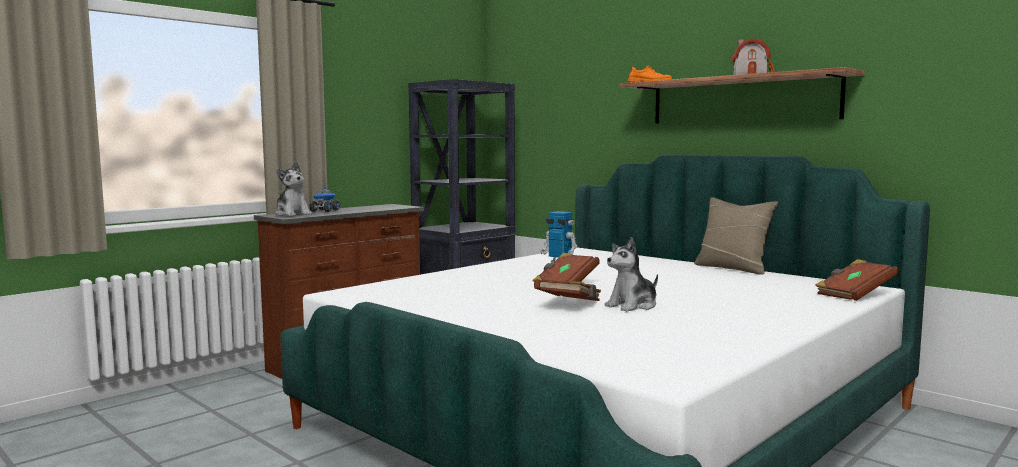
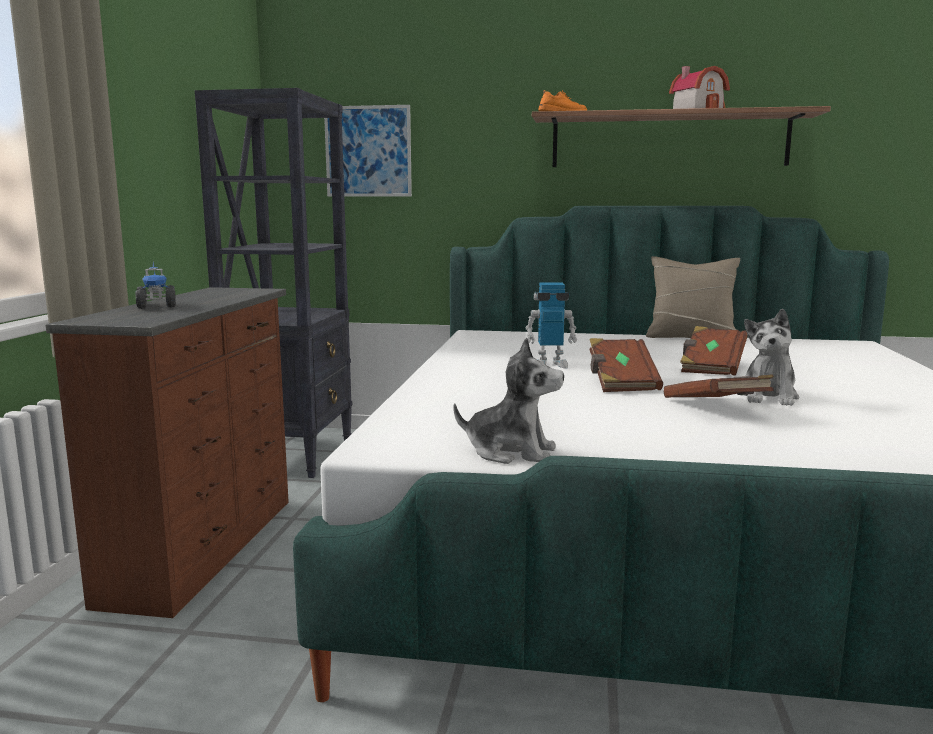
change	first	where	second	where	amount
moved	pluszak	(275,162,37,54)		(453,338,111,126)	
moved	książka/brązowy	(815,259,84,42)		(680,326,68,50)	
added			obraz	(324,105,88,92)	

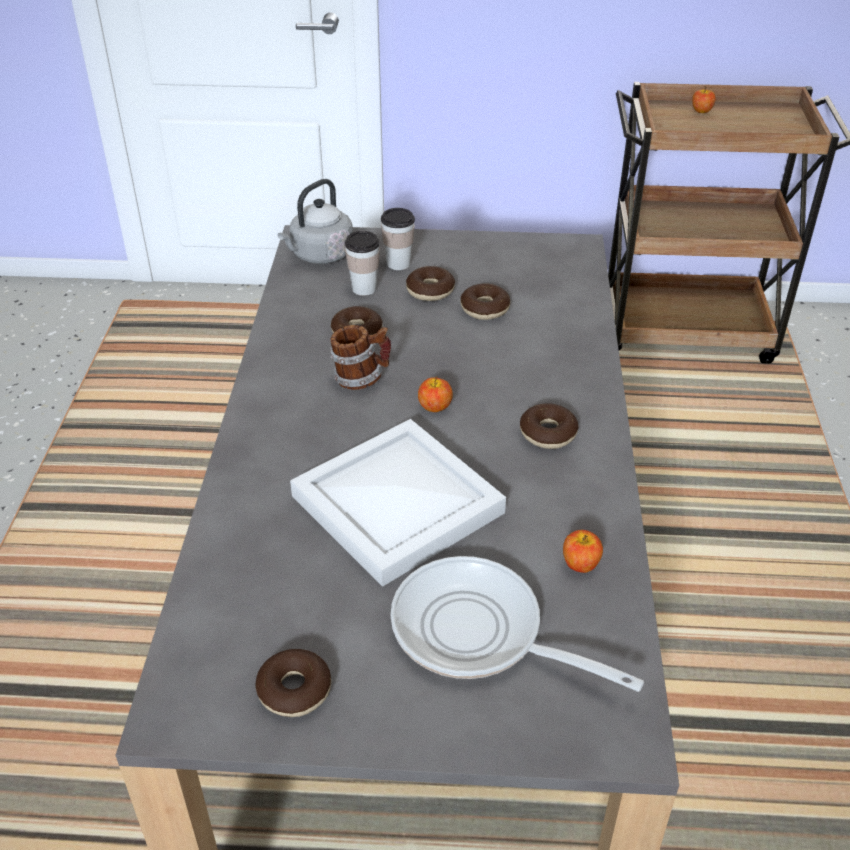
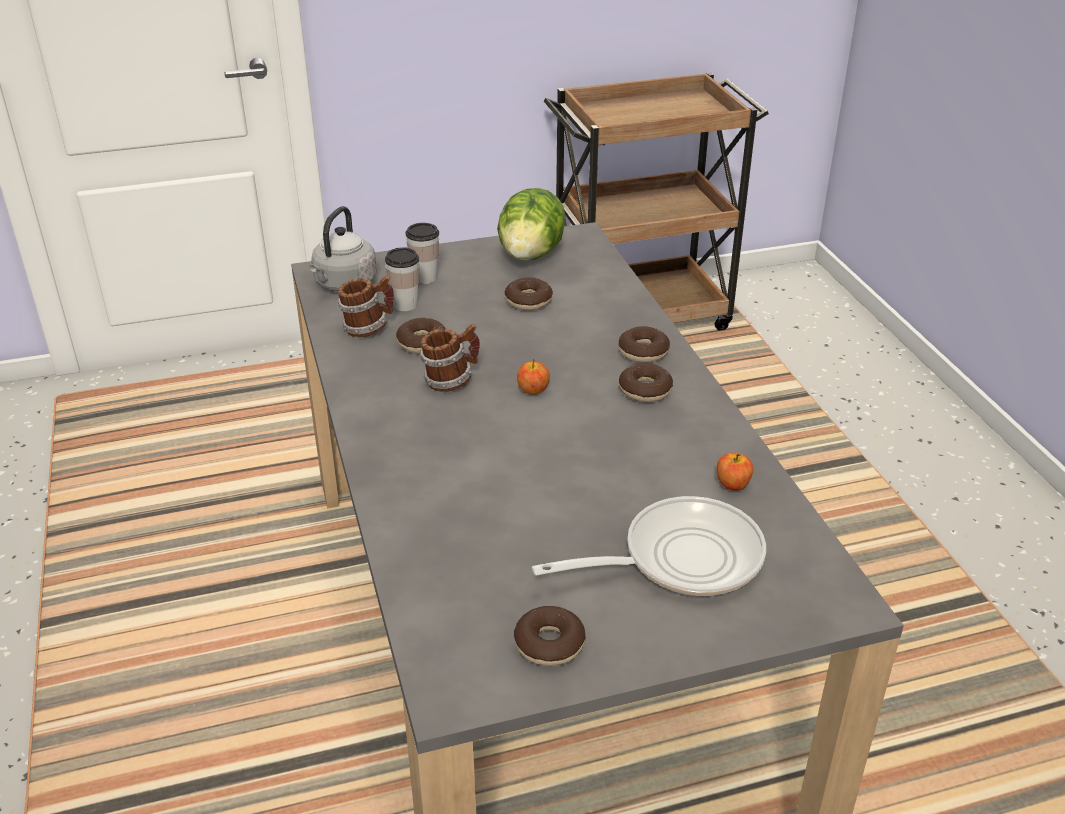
change	first	where	second	where	amount
removed	taca/biały	(290,419,216,168)			
turned	patelnia	(391,556,253,136)		(532,496,234,100)	150 degrees clockwise
moved	donut	(406,266,49,35)		(618,326,52,37)	
removed	jabłko	(692,86,24,27)			
added			kubek	(338,276,56,61)	
added			sałata	(497,188,68,73)	

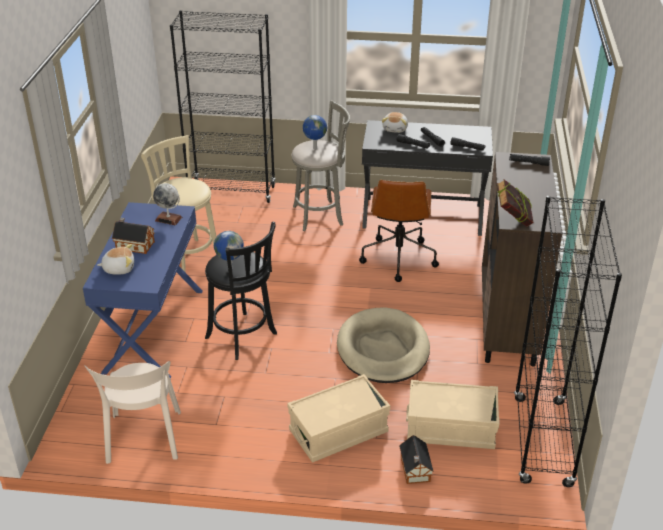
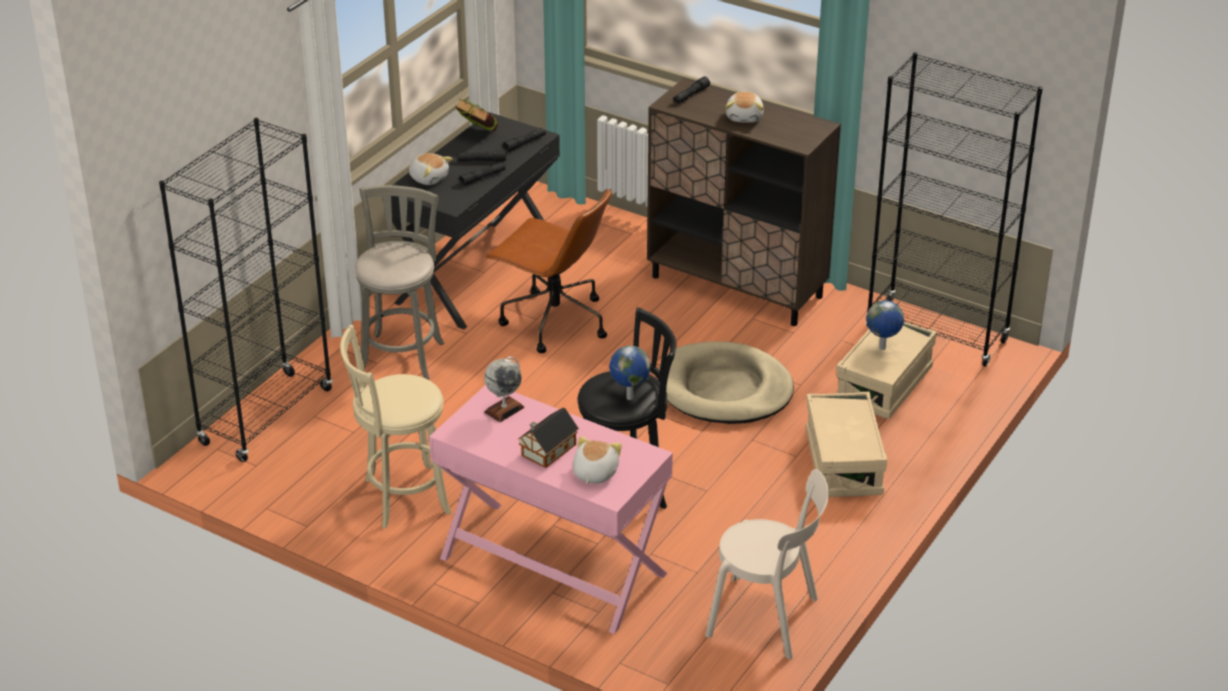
change	first	where	second	where	amount
recoloured	biurko/niebieski	(83,202,120,177)	biurko/różowy	(429,385,244,249)	
moved	globus	(303,115,24,34)		(866,300,38,50)	
removed	domek	(399,435,35,49)			
moved	książka	(497,179,37,47)		(455,98,43,34)	
added			pluszak	(726,92,38,31)	

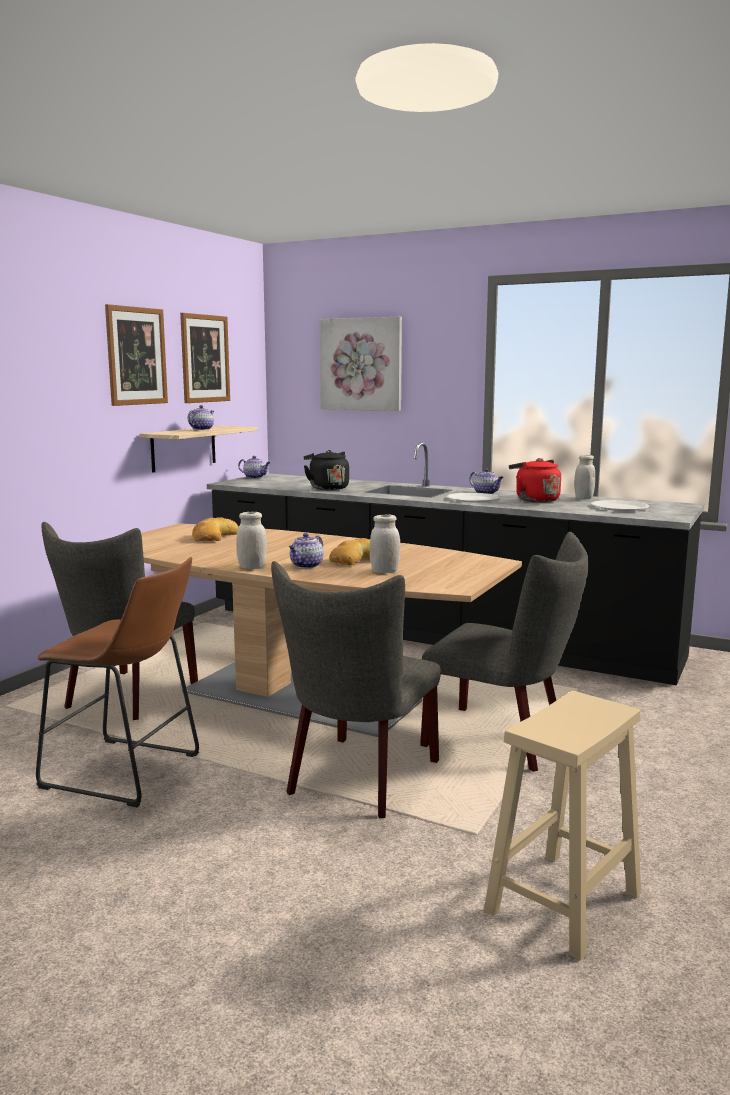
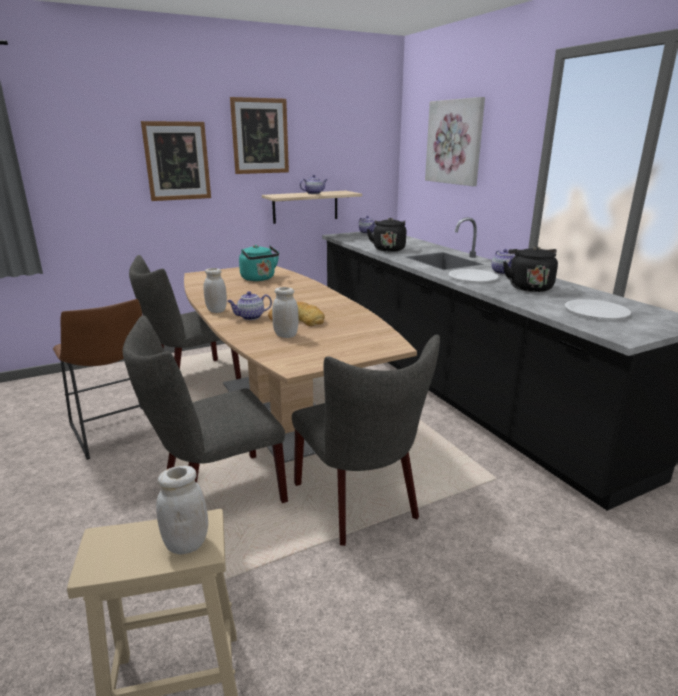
change	first	where	second	where	amount
moved	obraz	(180,313,50,90)		(141,121,70,80)	
replaced	chleb	(192,517,46,24)	czajnik/turkusowy	(239,245,40,36)	
recoloured	czajnik/czerwony	(509,458,52,45)	czajnik/czarny	(503,246,55,46)	
moved	słoik/biały	(574,455,21,44)		(156,466,52,89)	

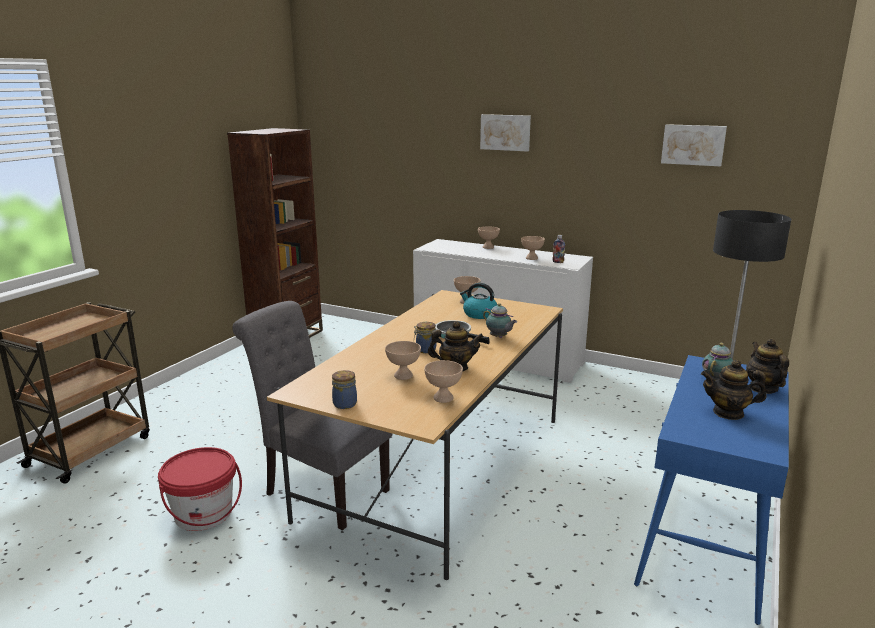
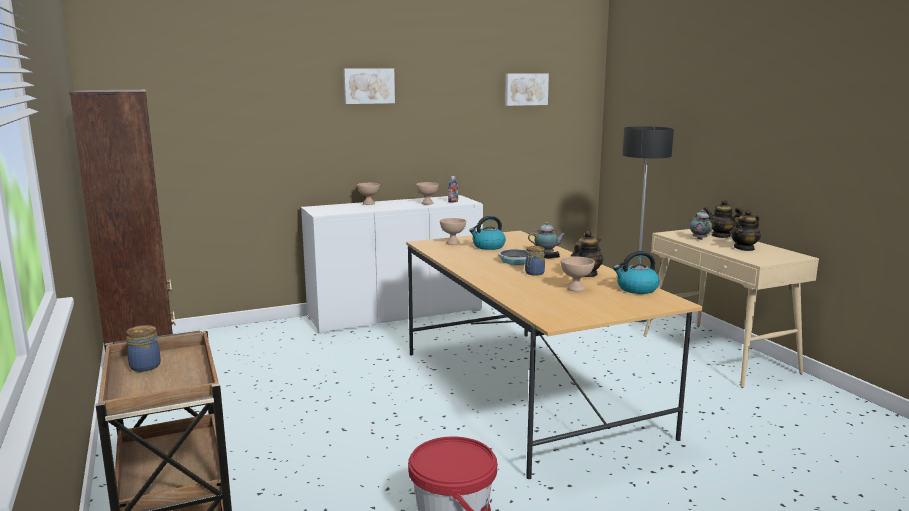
change	first	where	second	where	amount
removed	krzesło/szary	(232,301,160,229)			
moved	słoik	(332,370,25,39)		(126,325,35,47)	
replaced	miska/beżowy	(424,360,39,43)	czajnik	(613,251,47,43)	
recoloured	stolik konsolowy/niebieski	(634,355,155,270)	stolik konsolowy/beżowy	(643,229,176,159)	

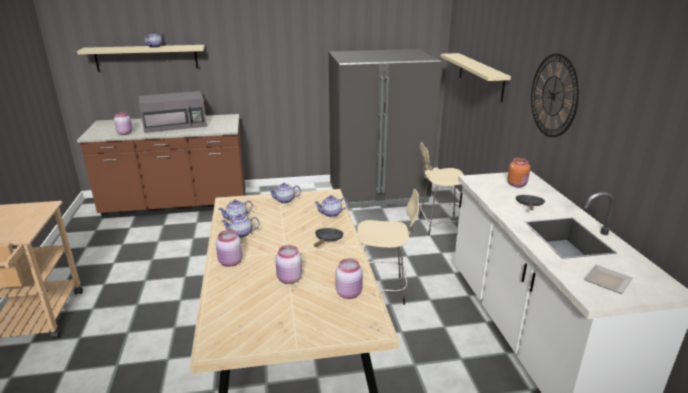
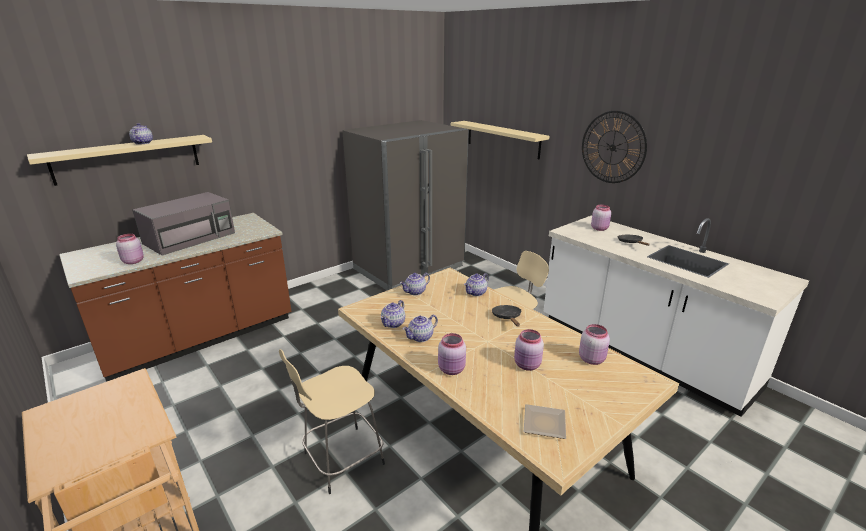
change	first	where	second	where	amount
moved	stołek/beżowy	(420,142,44,93)		(279,349,106,145)	
recoloured	słoik/pomarańczowy	(507,158,23,29)	słoik/różowy	(591,205,20,26)	
moved	talerz	(584,265,49,29)		(524,404,42,35)	

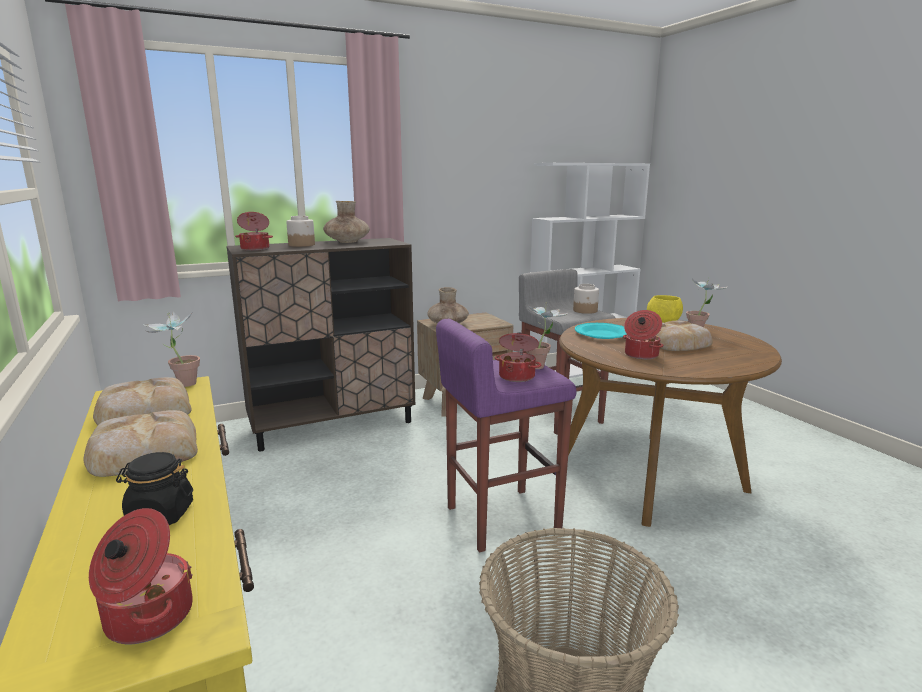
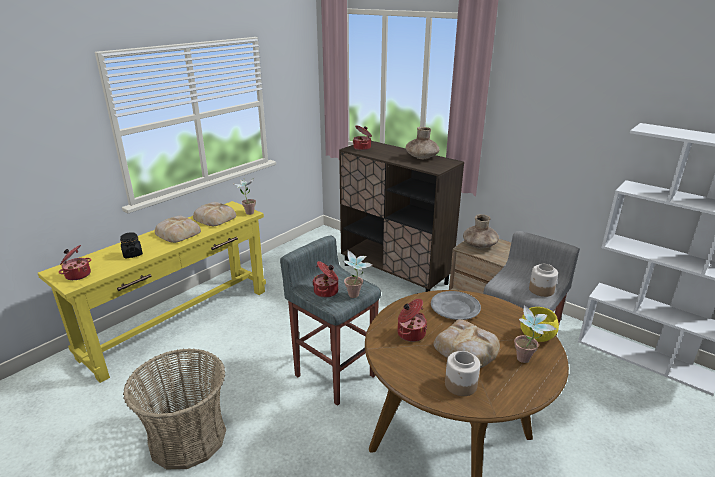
change	first	where	second	where	amount
moved	słoik	(286,216,29,31)		(445,351,35,45)	
recoloured	stołek/fioletowy	(436,319,141,234)	stołek/szary	(280,236,101,170)	
recoloured	talerz/turkusowy	(575,323,52,16)	talerz/szary	(431,291,50,29)	

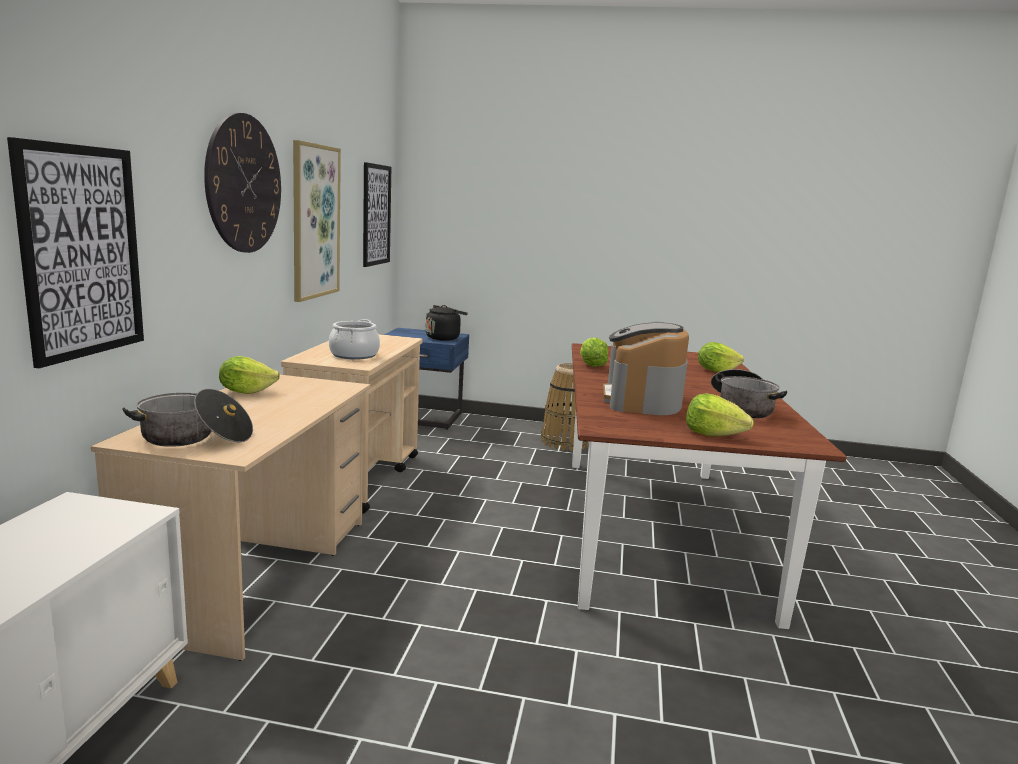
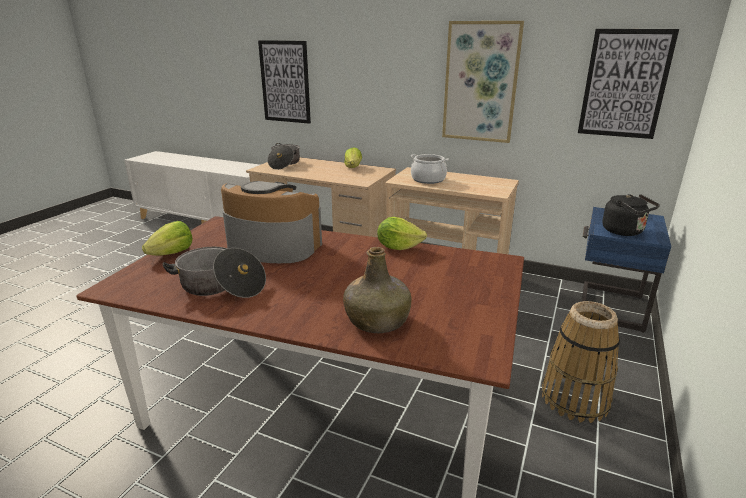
change	first	where	second	where	amount
removed	zegar ścienny	(204,113,77,140)			
replaced	sałata	(698,342,46,30)	butelka/zielony	(343,247,69,86)	

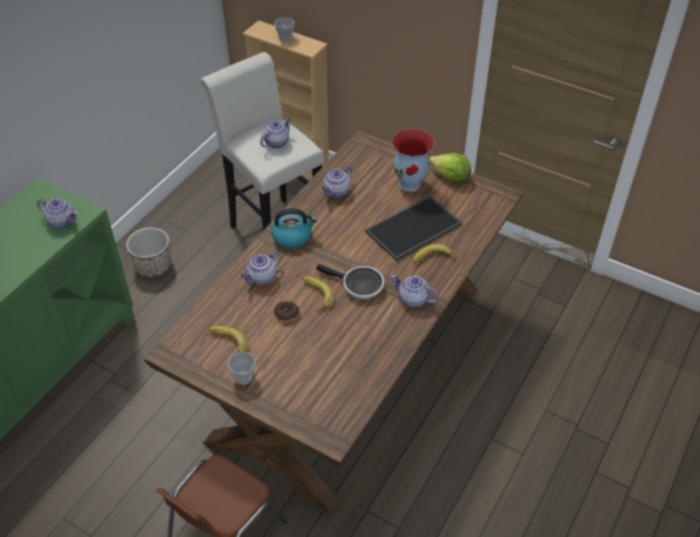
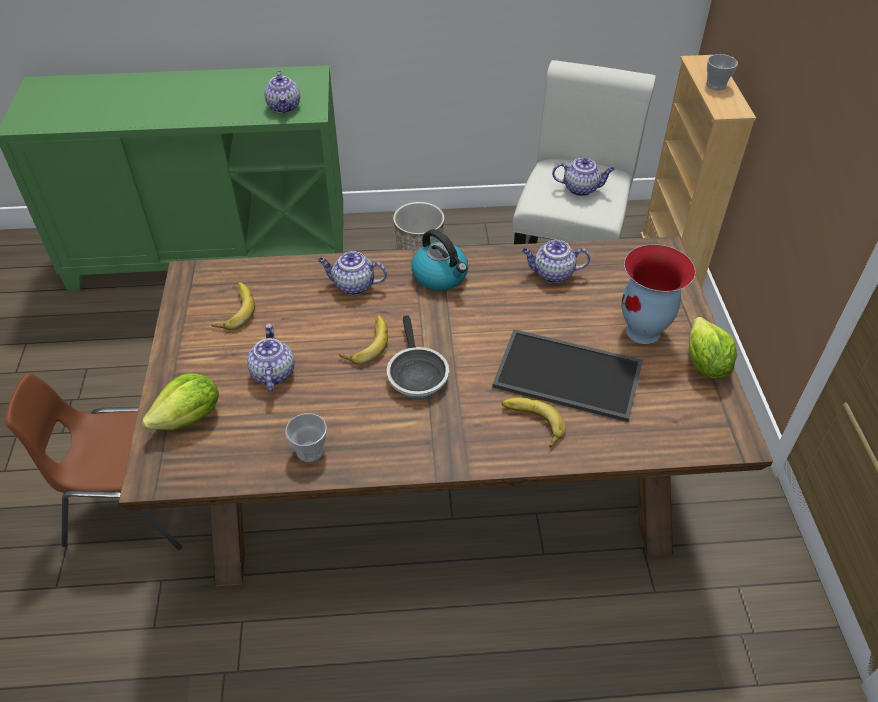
change	first	where	second	where	amount
moved	filiżanka	(228,352,28,33)		(285,413,42,49)	
removed	donut	(274,301,25,21)			
moved	imbryk	(391,275,48,32)		(247,324,48,68)	
added			sałata	(142,373,77,57)	

